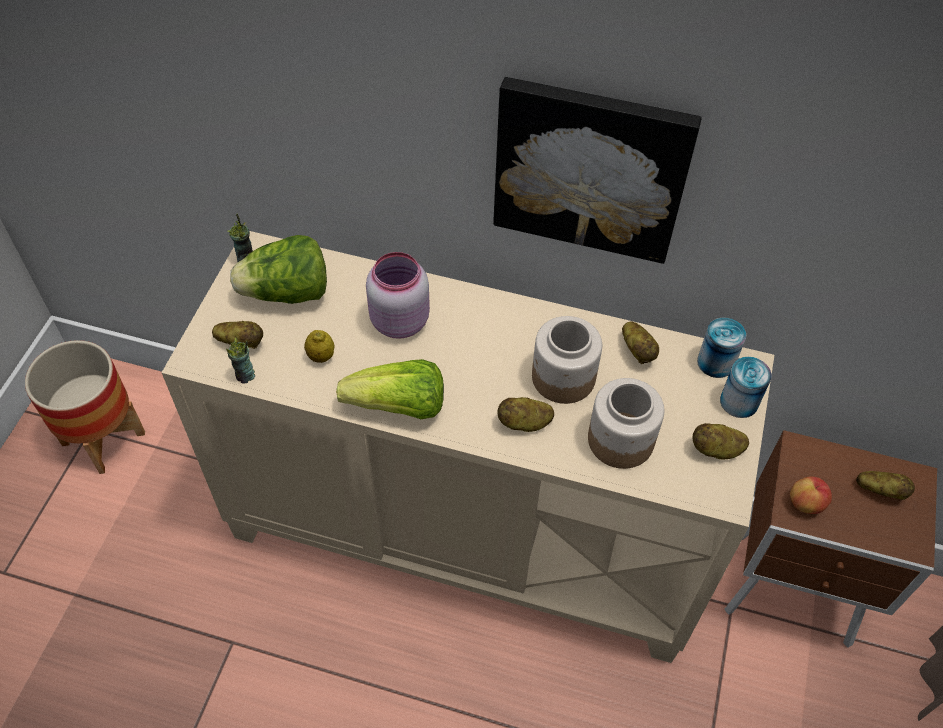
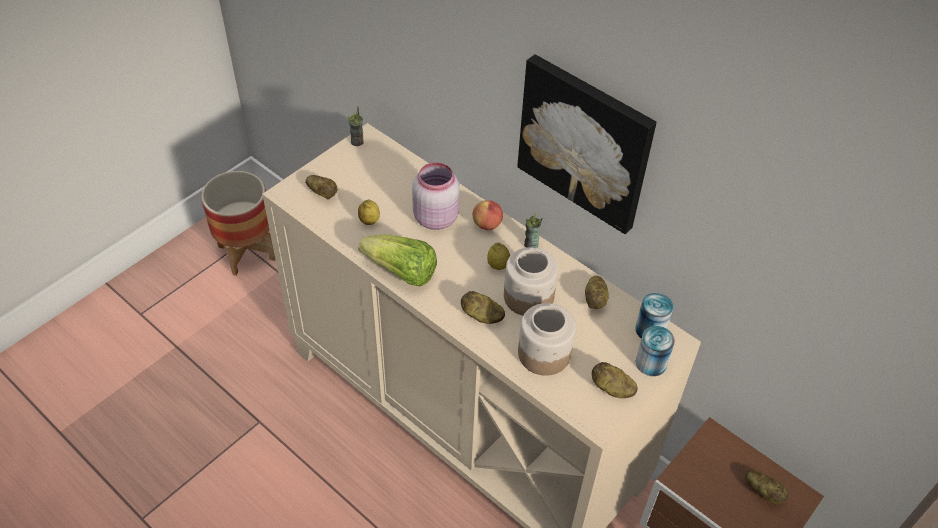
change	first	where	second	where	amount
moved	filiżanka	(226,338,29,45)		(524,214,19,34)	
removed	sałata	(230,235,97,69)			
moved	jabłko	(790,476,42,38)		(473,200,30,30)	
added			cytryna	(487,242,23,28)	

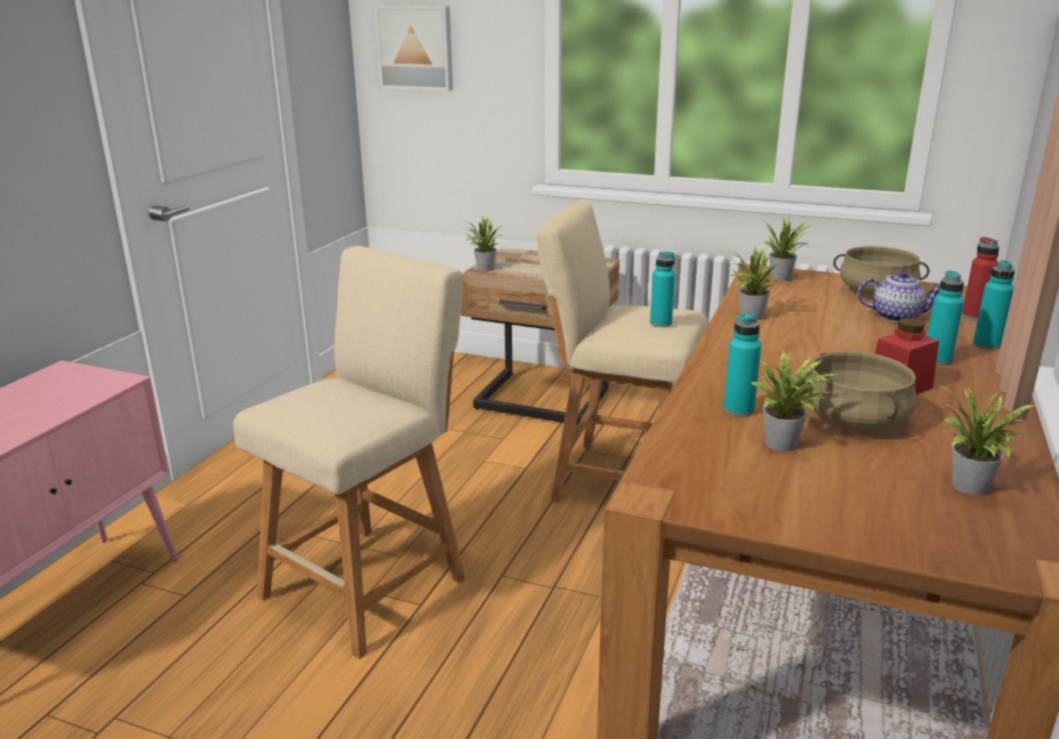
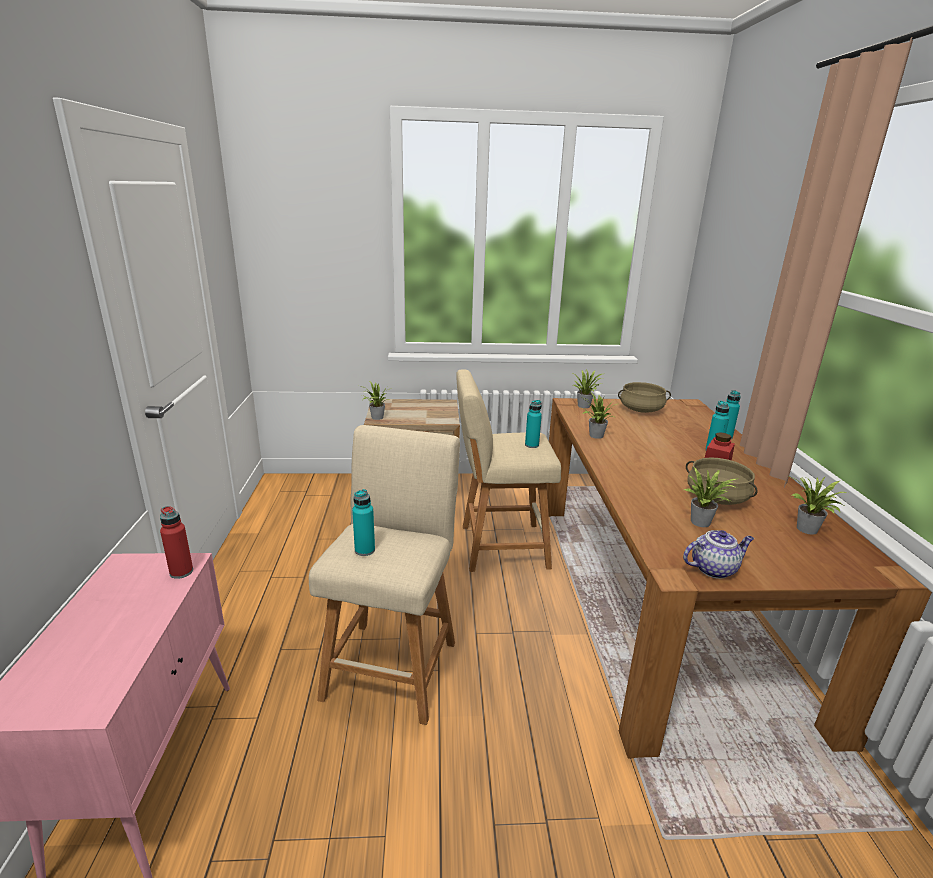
change	first	where	second	where	amount
removed	obraz	(374,6,79,85)			
moved	butelka/turkusowy	(724,313,38,104)		(352,489,23,67)	
moved	imbryk	(858,271,82,51)		(683,530,71,49)	
moved	butelka/czerwony	(962,237,37,84)		(160,506,33,73)	

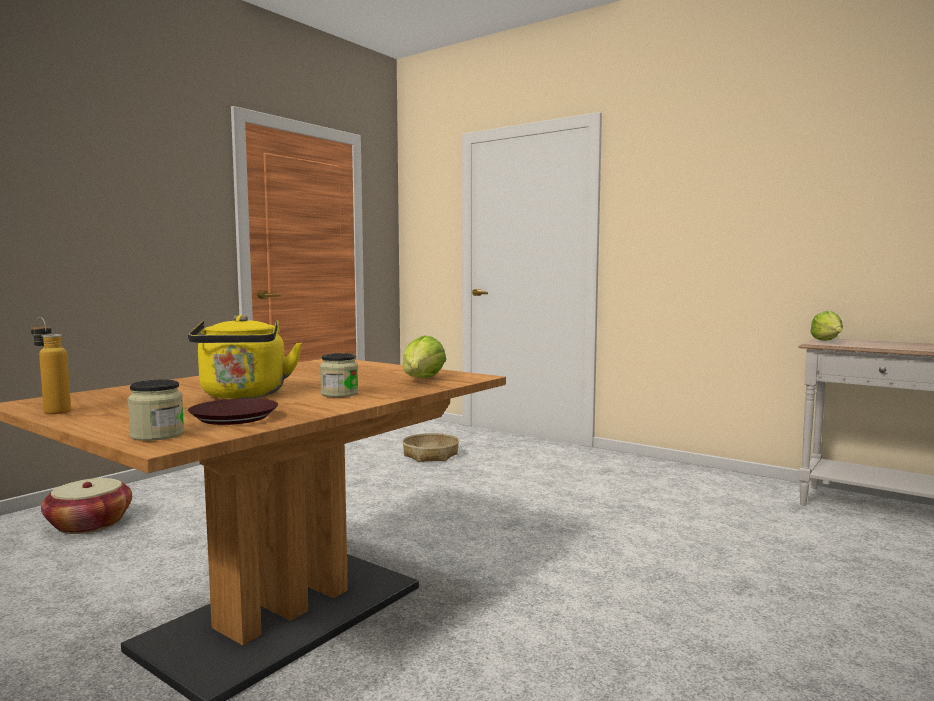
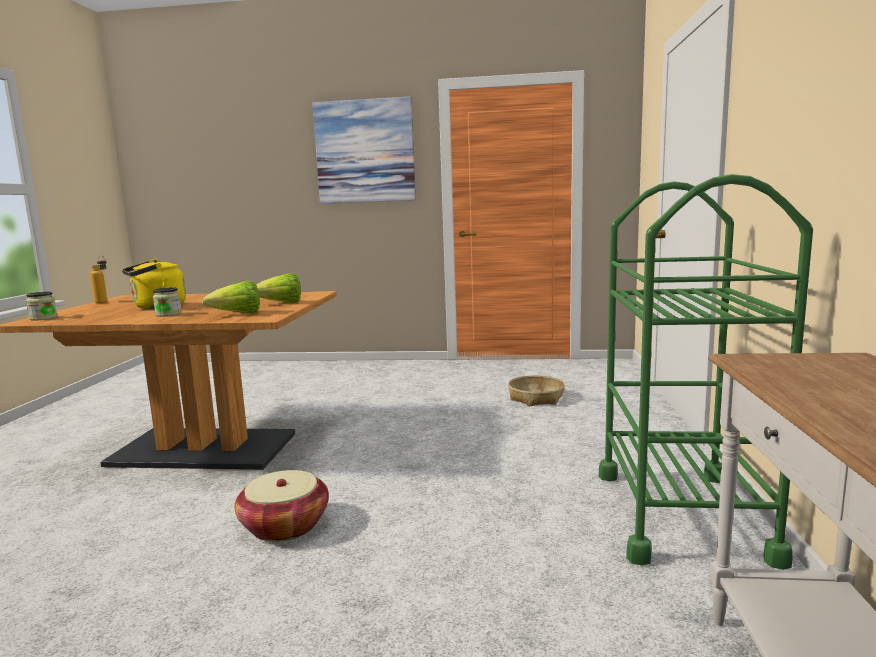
change	first	where	second	where	amount
moved	koszyk	(41,478,91,56)		(235,470,94,72)	
removed	talerz/brązowy	(188,398,90,27)			
moved	sałata	(810,311,33,30)		(256,273,45,30)	
added			obraz	(313,97,103,107)	
added			wózek/zielony	(599,174,214,395)	

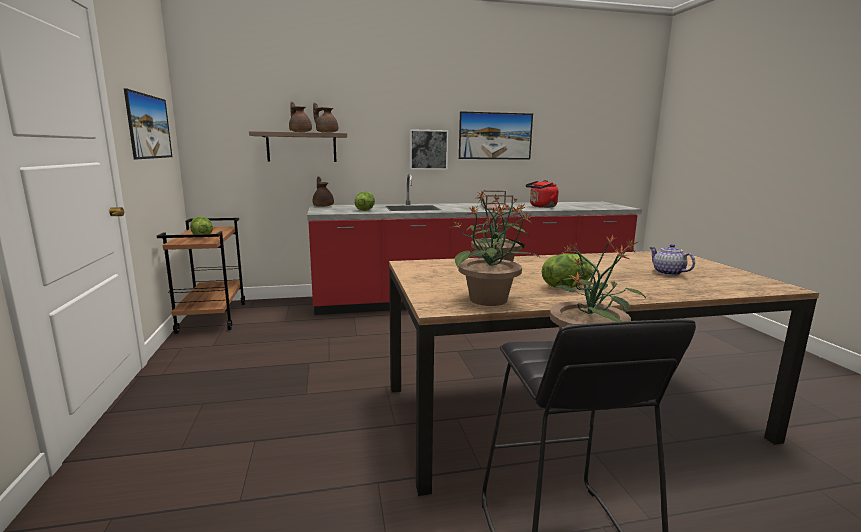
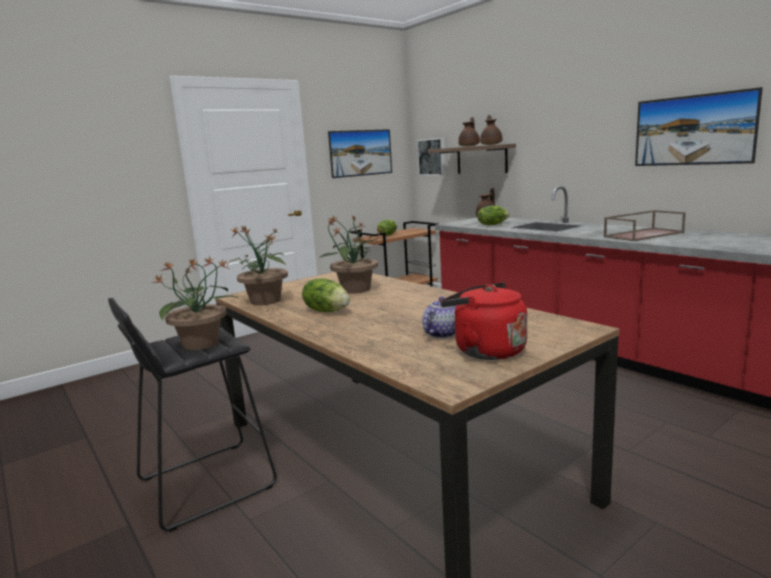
change	first	where	second	where	amount
moved	obraz	(410,129,38,41)		(417,138,29,38)	
moved	czajnik/czerwony	(526,180,33,28)		(440,282,87,78)	

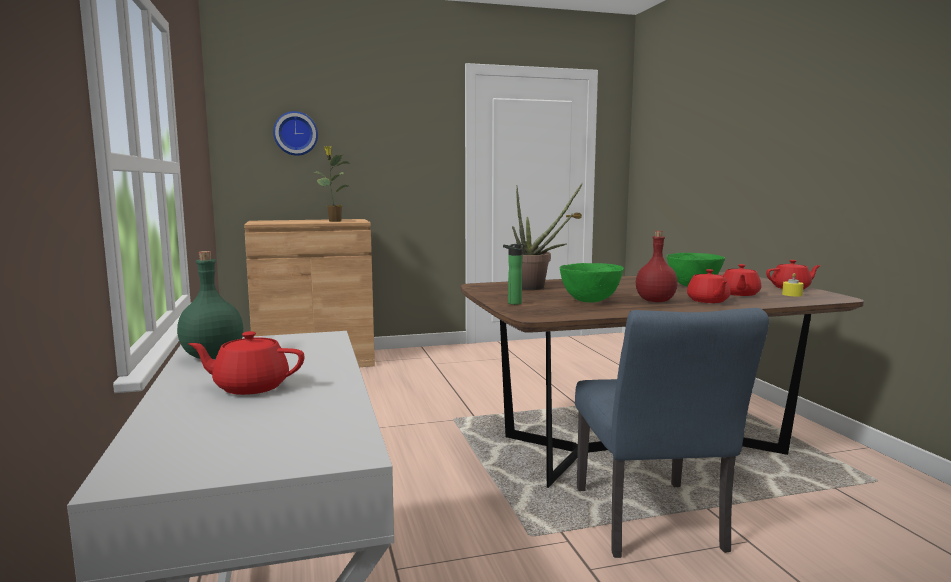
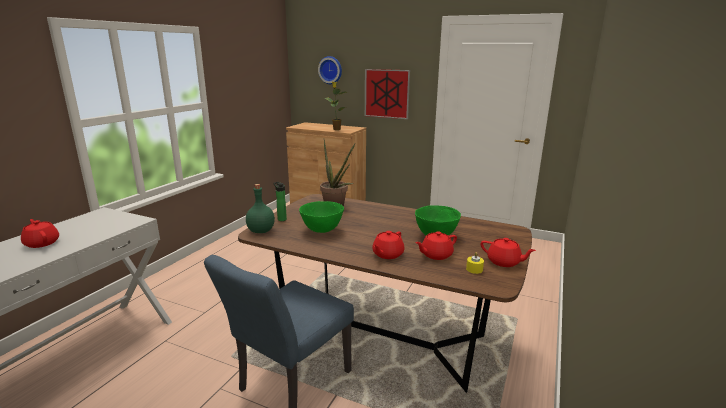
change	first	where	second	where	amount
moved	butelka/zielony	(177,251,66,108)		(246,184,29,49)	
removed	butelka/czerwony	(636,231,42,71)			
added			obraz	(365,69,45,50)	

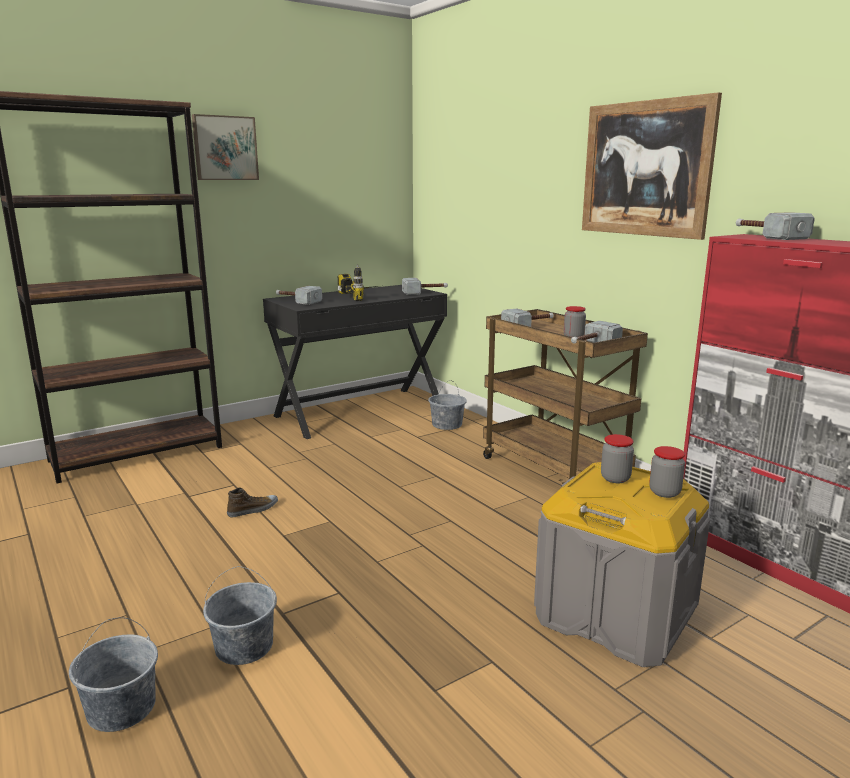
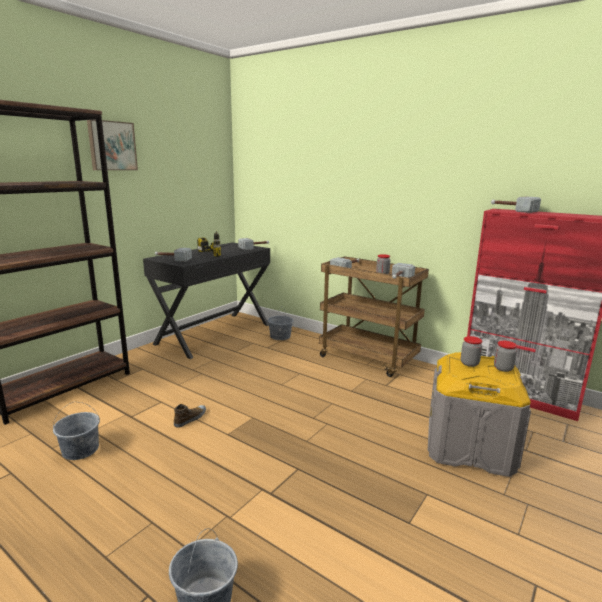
change	first	where	second	where	amount
moved	wiadro/szary	(203,566,74,99)		(53,402,47,58)	
removed	obraz	(582,92,140,148)			

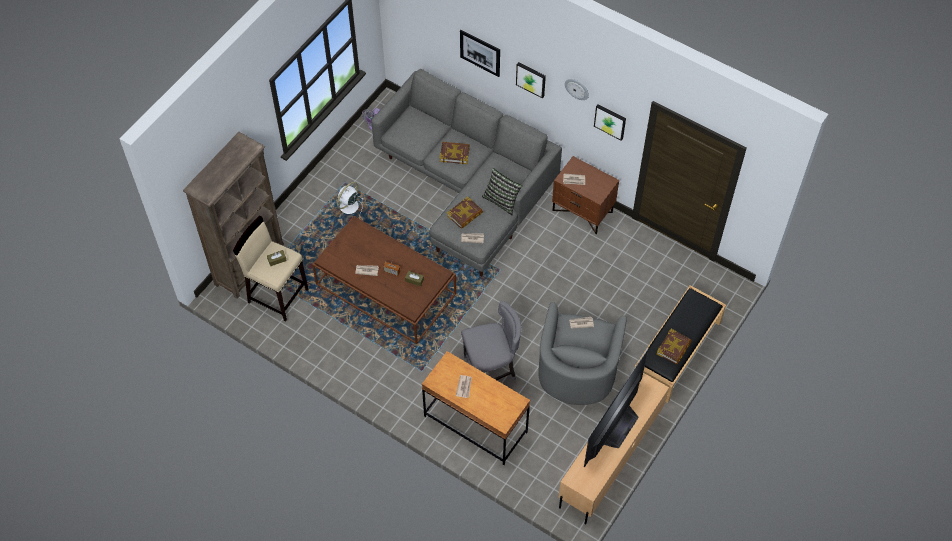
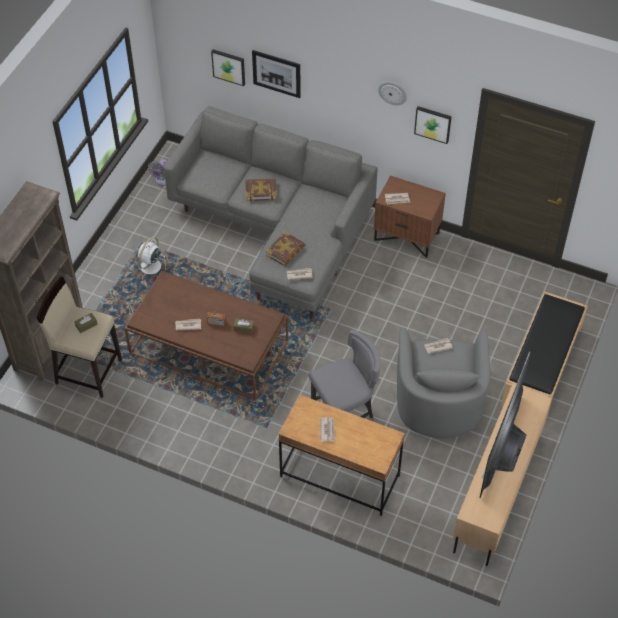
change	first	where	second	where	amount
removed	poduszka	(482,168,41,48)			
moved	obraz	(516,62,30,37)		(211,49,34,37)	
removed	książka	(656,329,36,35)			

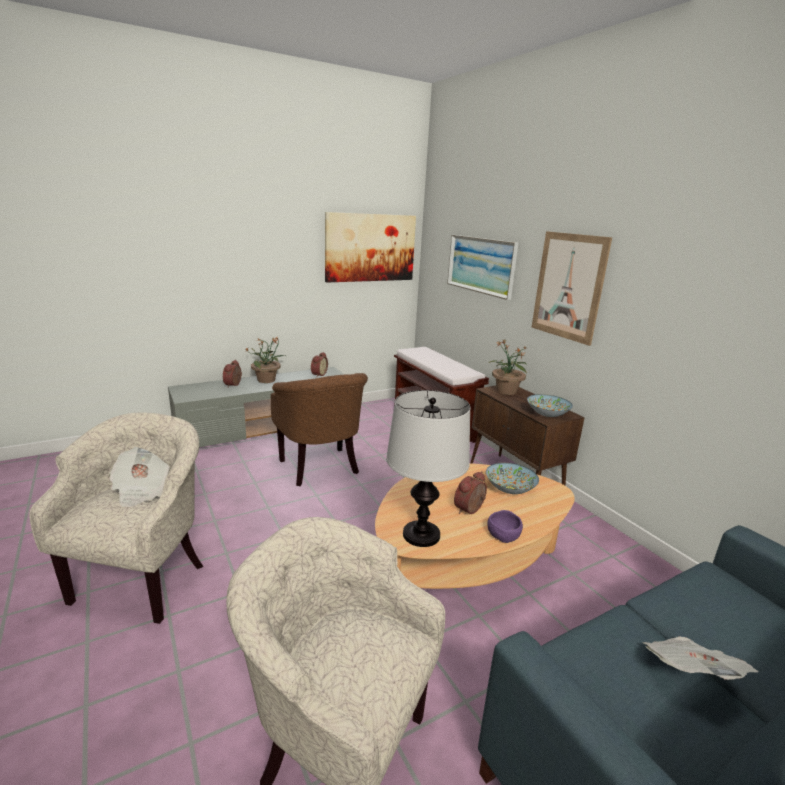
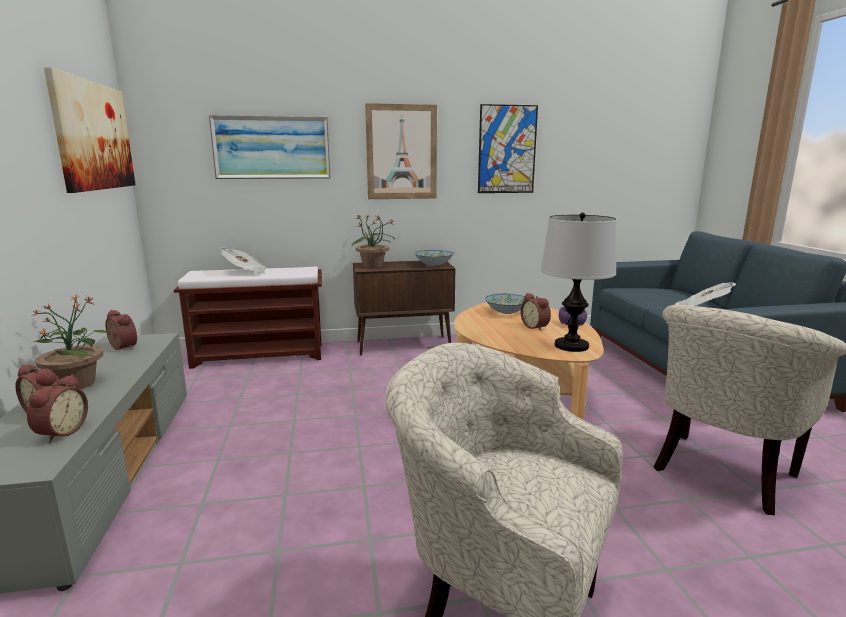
change	first	where	second	where	amount
moved	gazeta	(108,447,63,60)		(221,247,45,27)	
removed	fotel/brązowy	(271,373,97,113)			
added			budzik	(27,374,61,69)	
added			obraz	(478,104,60,89)	

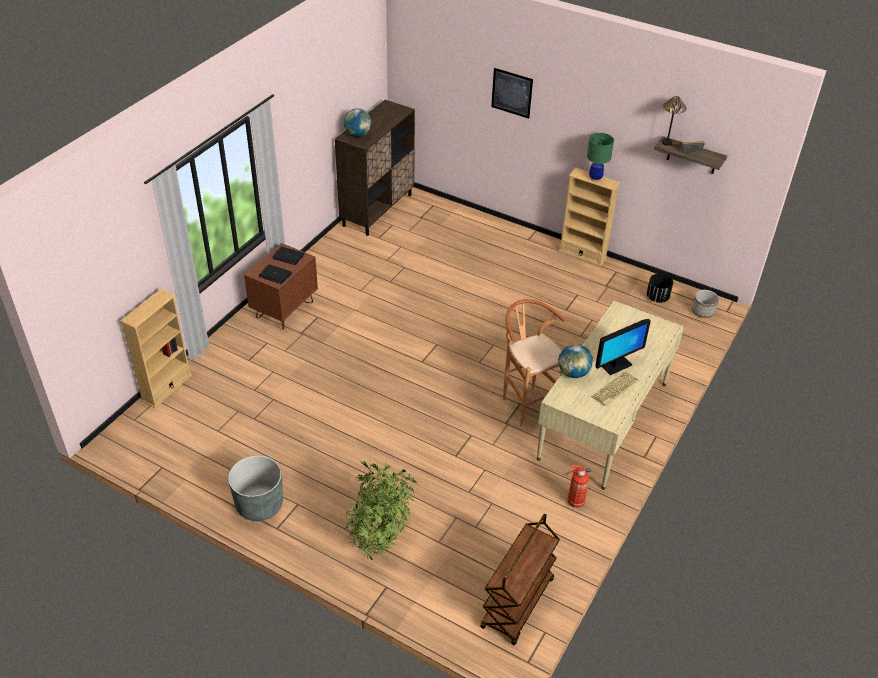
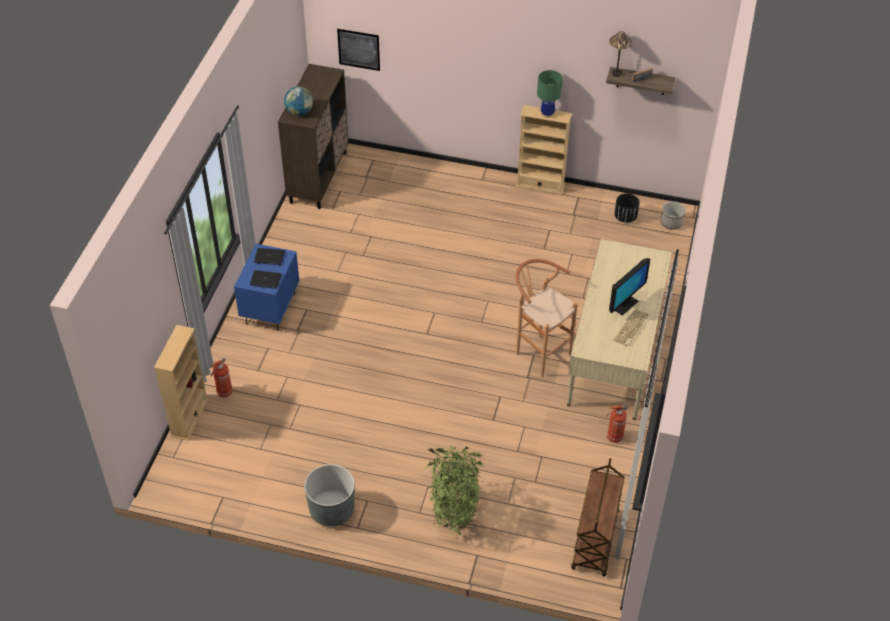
change	first	where	second	where	amount
recoloured	szafka nocna/brązowy	(244,243,74,87)	szafka nocna/niebieski	(234,244,65,87)	
moved	obraz	(491,68,42,51)		(337,29,43,42)	
removed	globus	(558,344,35,34)			
added			gaśnica	(211,358,22,39)	

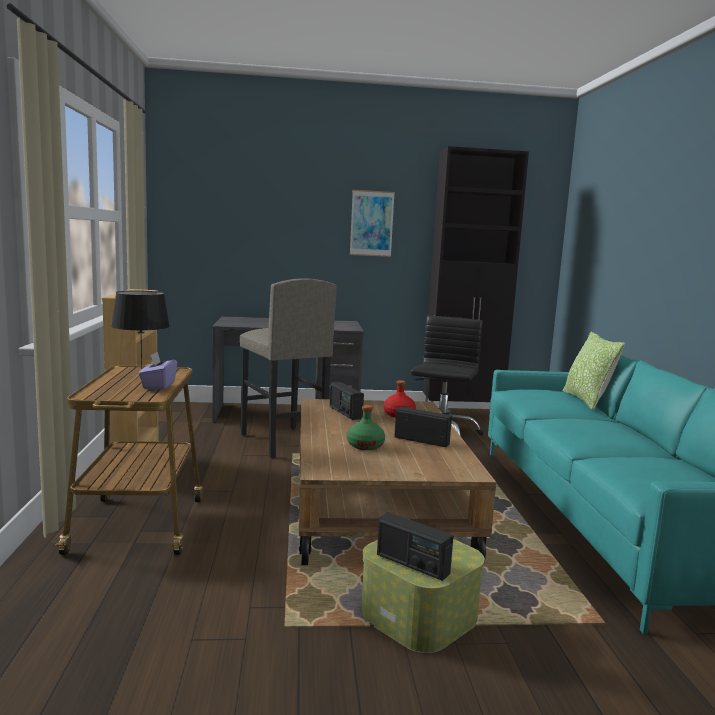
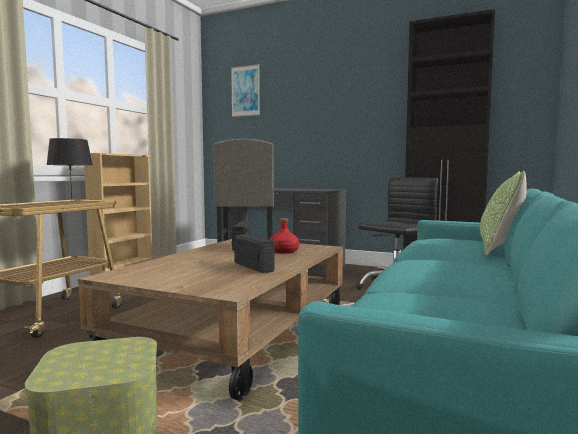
change	first	where	second	where	amount
removed	pudełko chusteczek/fioletowy	(139,352,38,38)			
removed	butelka/zielony	(347,405,38,45)			
moved	obraz	(350,190,45,67)		(231,64,29,53)	
removed	radio	(377,512,77,69)			

